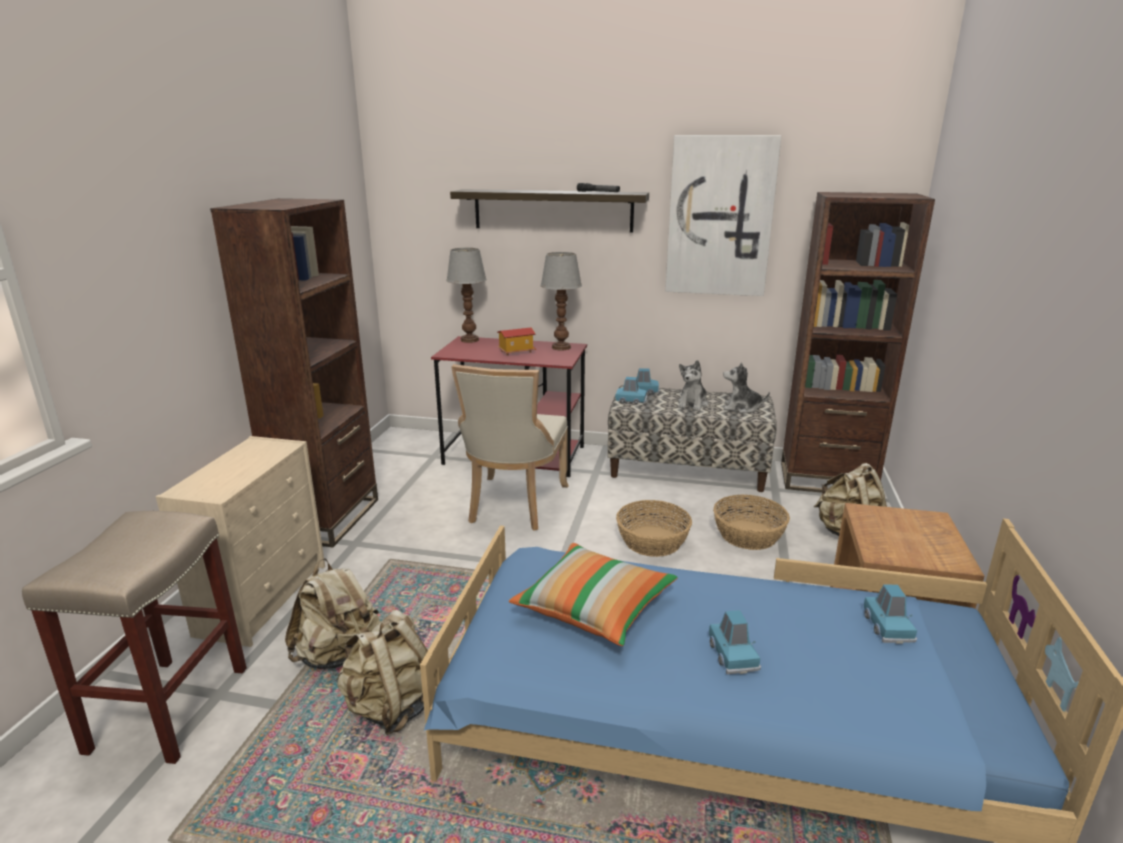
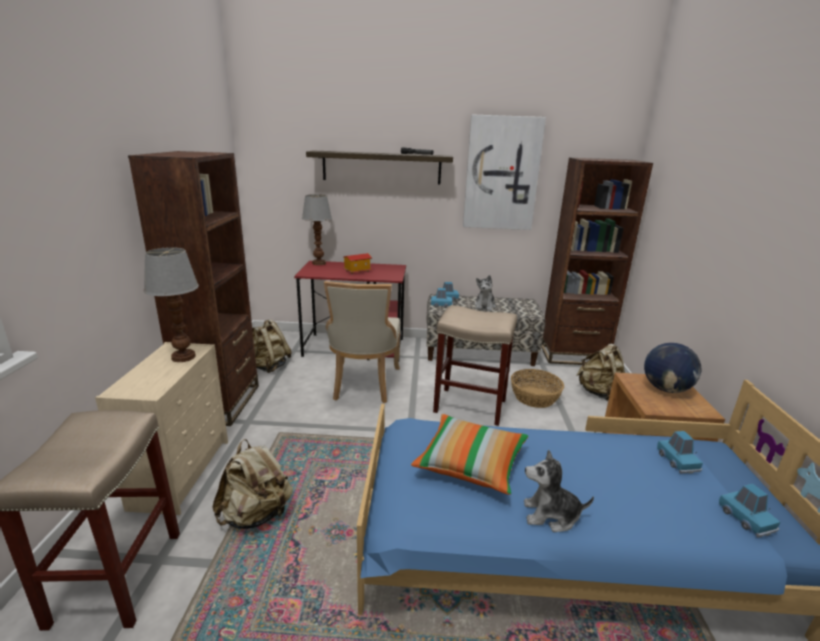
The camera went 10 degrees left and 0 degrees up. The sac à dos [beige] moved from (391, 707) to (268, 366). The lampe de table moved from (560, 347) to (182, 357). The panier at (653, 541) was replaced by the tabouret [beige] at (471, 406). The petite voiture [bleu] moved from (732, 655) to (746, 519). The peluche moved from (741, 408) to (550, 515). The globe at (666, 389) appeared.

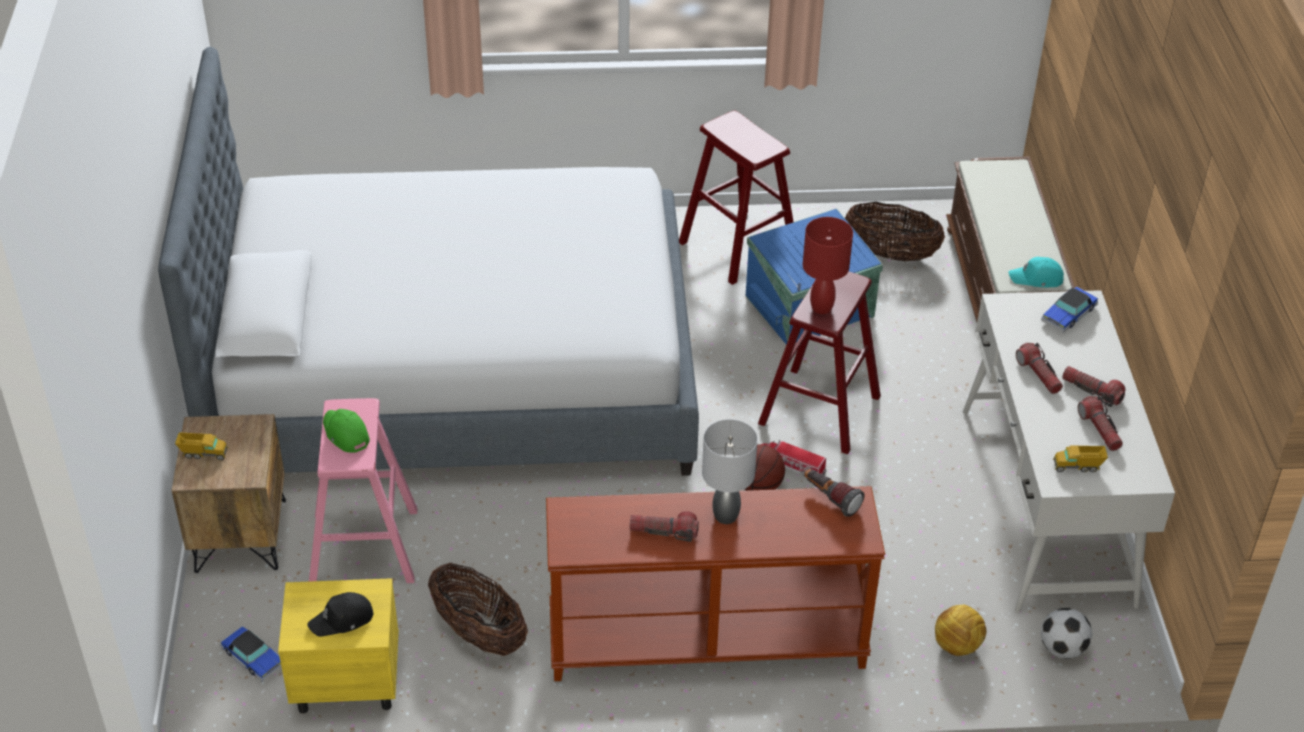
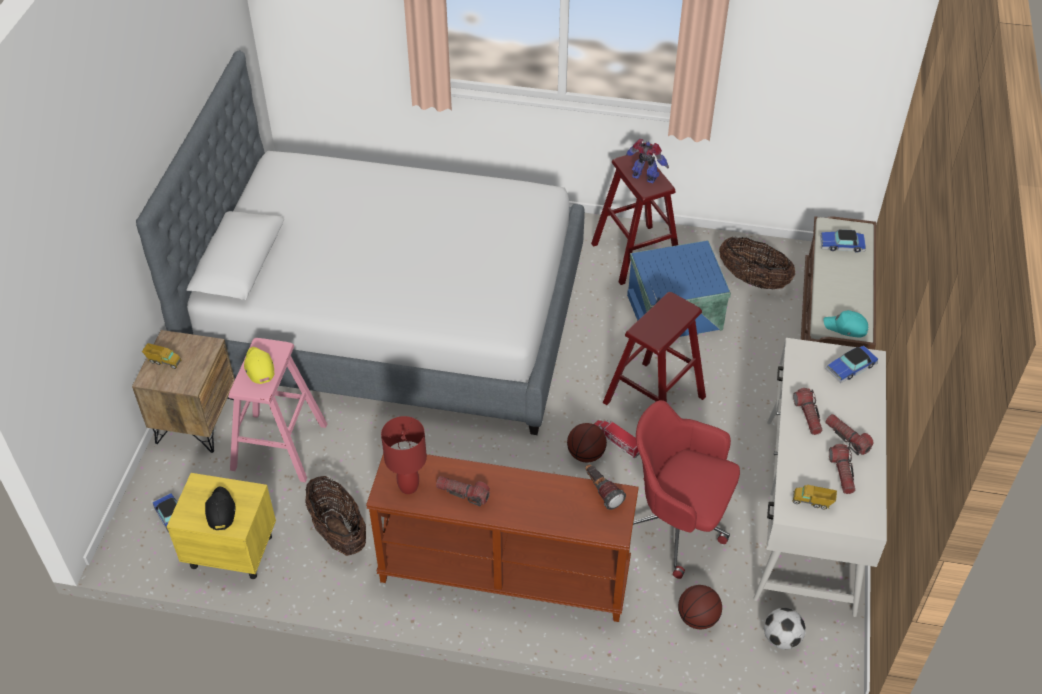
The camera went 15 degrees right and 5 degrees up. The casquette [noir] at (342, 620) turned 90 degrees clockwise. The casquette [vert] at (345, 434) became the casquette [jaune] at (258, 367). The lampe de table [gris] at (725, 516) disappeared. The lampe de table [rouge] moved from (822, 307) to (409, 486). The ballon de foot at (957, 645) was replaced by the ballon de basket at (697, 618). The robot jouet at (644, 178) appeared. The chaise de bureau [rouge] at (677, 524) appeared. The petite voiture at (841, 245) appeared.

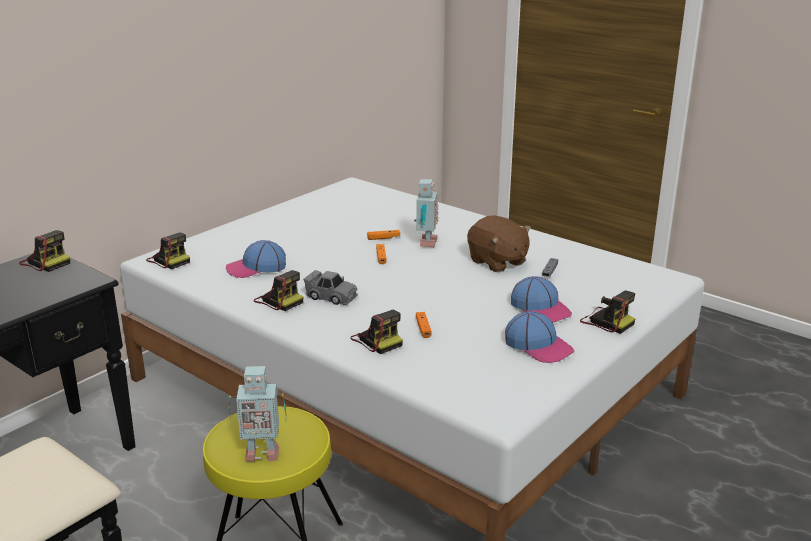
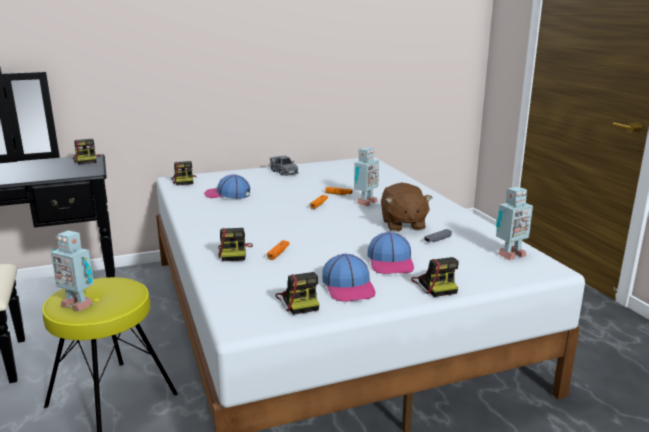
The camera went 30 degrees right and 5 degrees down. The appareil photo moved from (279, 300) to (299, 301). The petite voiture [gris] moved from (331, 297) to (284, 172). The robot jouet at (509, 255) appeared.

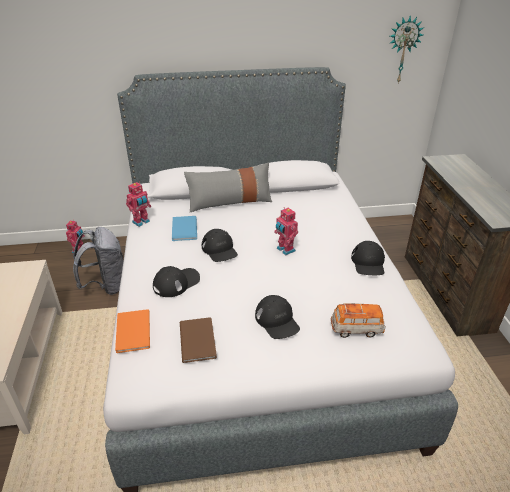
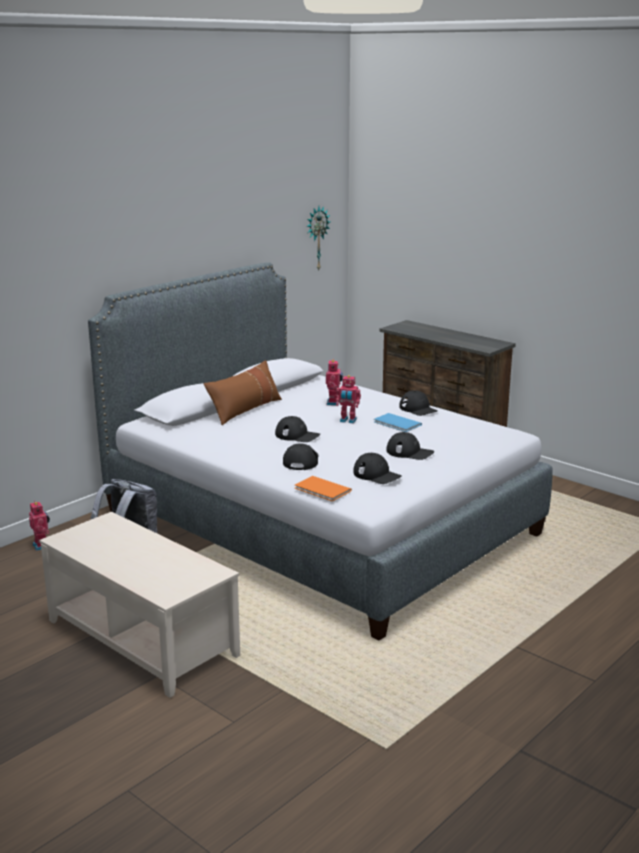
The camera went 40 degrees left and 15 degrees down. The robot jouet moved from (141, 222) to (334, 403). The livre [bleu] moved from (183, 229) to (397, 424). The livre [marron] at (199, 339) was replaced by the casquette [noir] at (377, 475). The coussin [gris] at (230, 202) became the coussin [marron] at (245, 409). The petite voiture at (356, 329) disappeared.

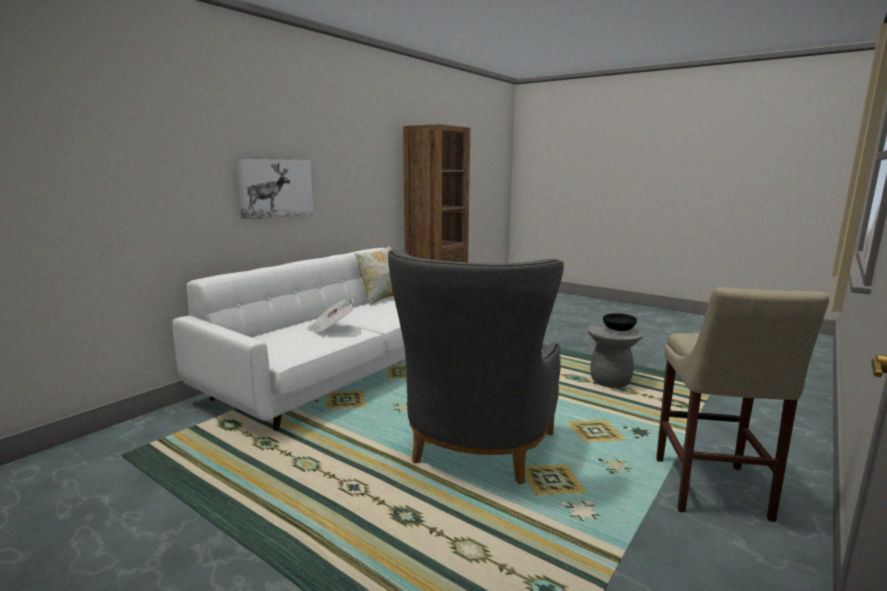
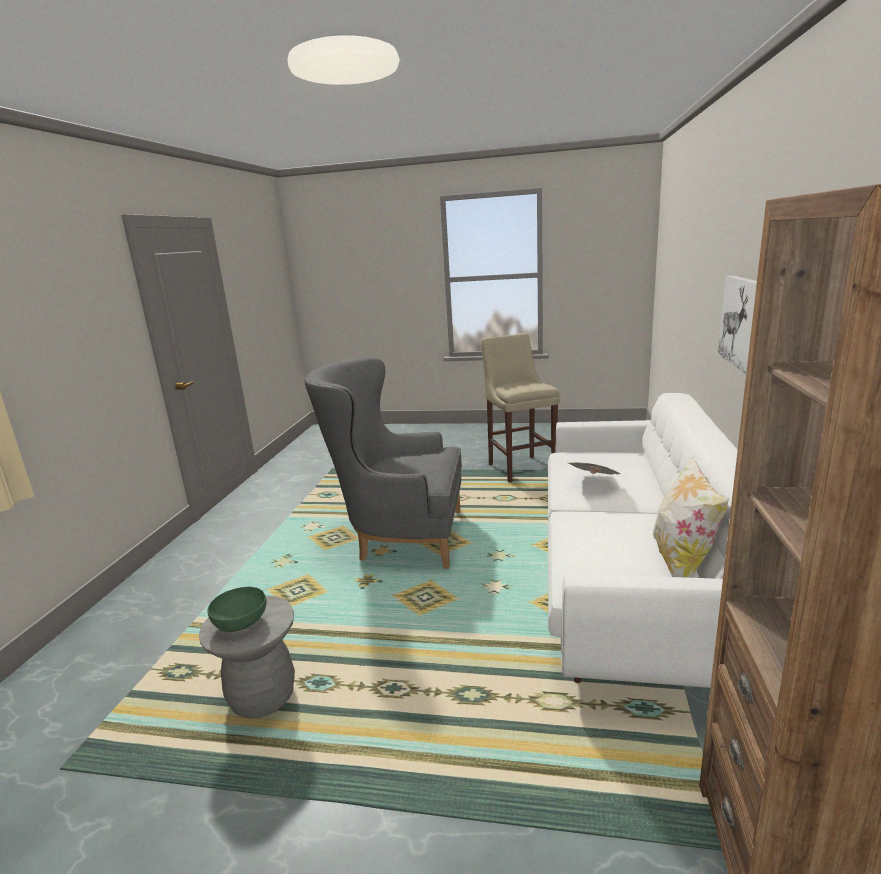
The camera went 155 degrees right and 5 degrees up. The fauteuil [gris] at (474, 455) turned 75 degrees counterclockwise. The bol [noir] at (618, 330) became the bol [vert] at (240, 622). The tabouret [beige] moved from (711, 491) to (520, 467).

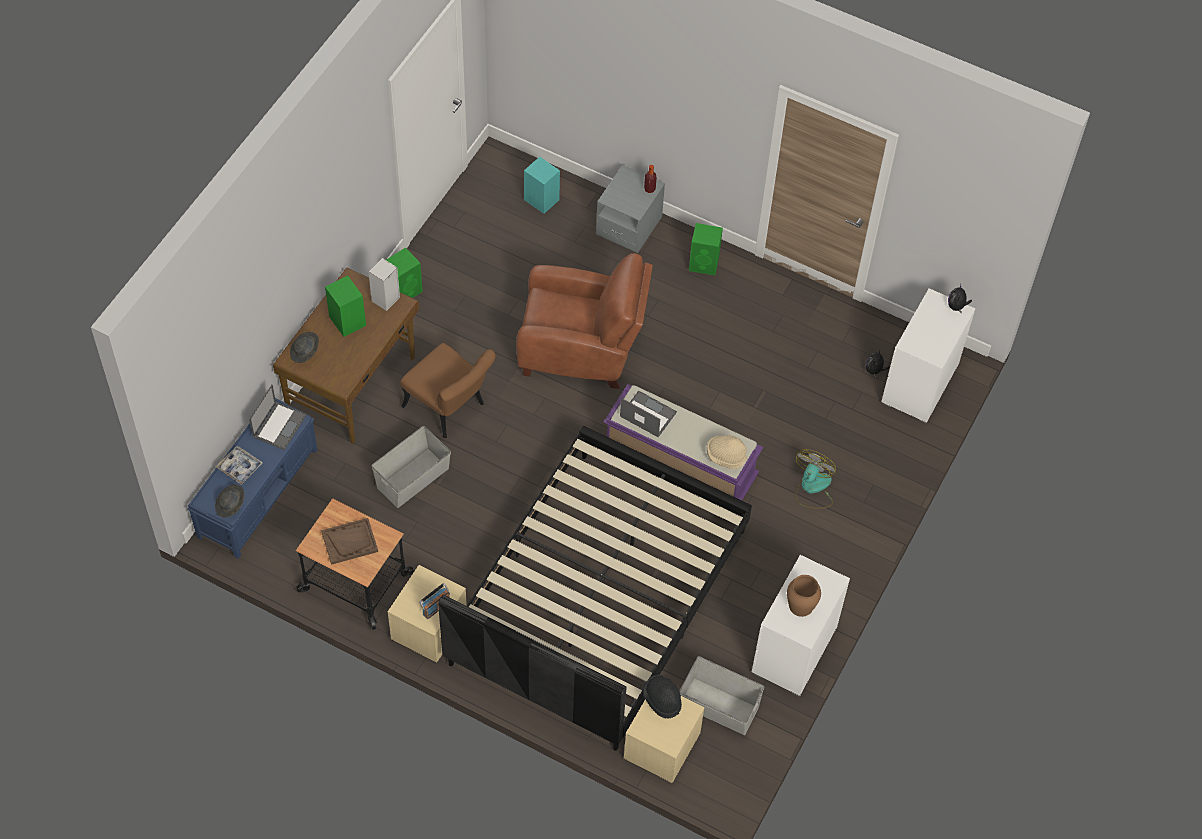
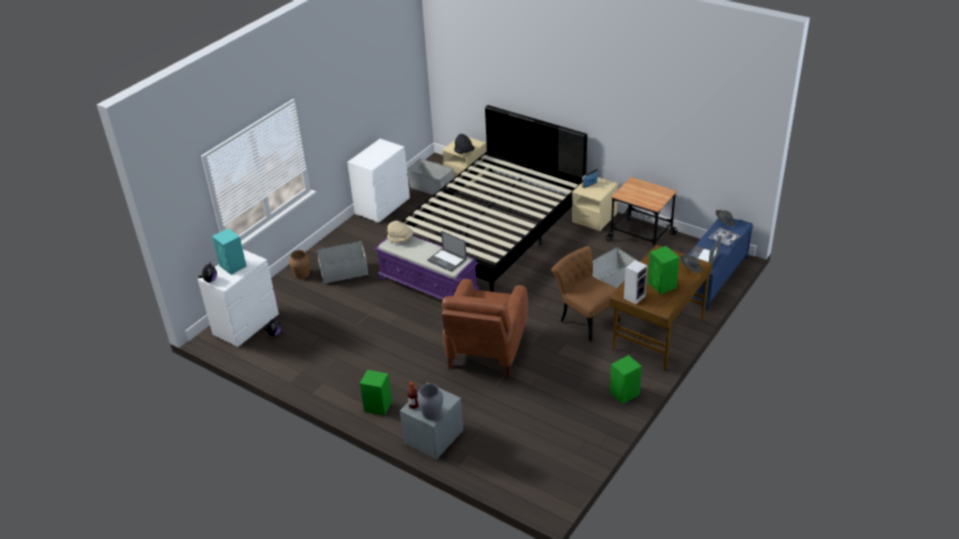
The camera went 170 degrees left and 20 degrees down. The plateau [marron] at (350, 542) disappeared. The fauteuil [marron] at (582, 350) turned 90 degrees counterclockwise. The enceinte [turquoise] moved from (541, 199) to (233, 266). The vase [marron] moved from (801, 605) to (302, 274). The ventilateur at (812, 488) was replaced by the boîte de rangement [gris] at (344, 273). The vase [gris] at (431, 413) appeared.

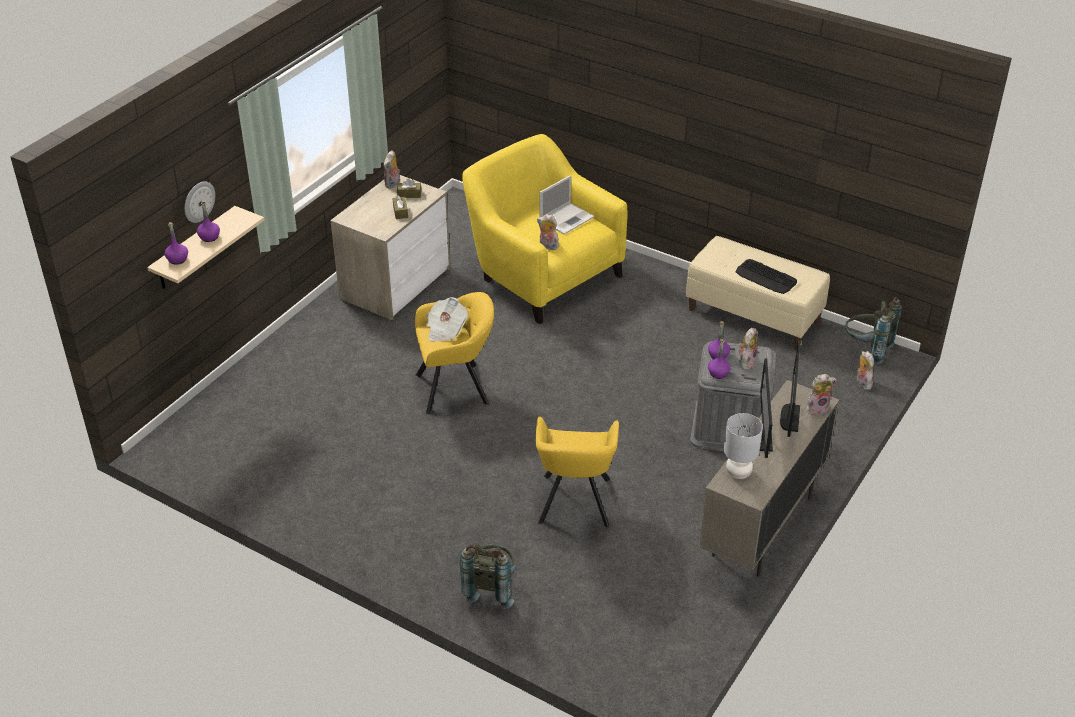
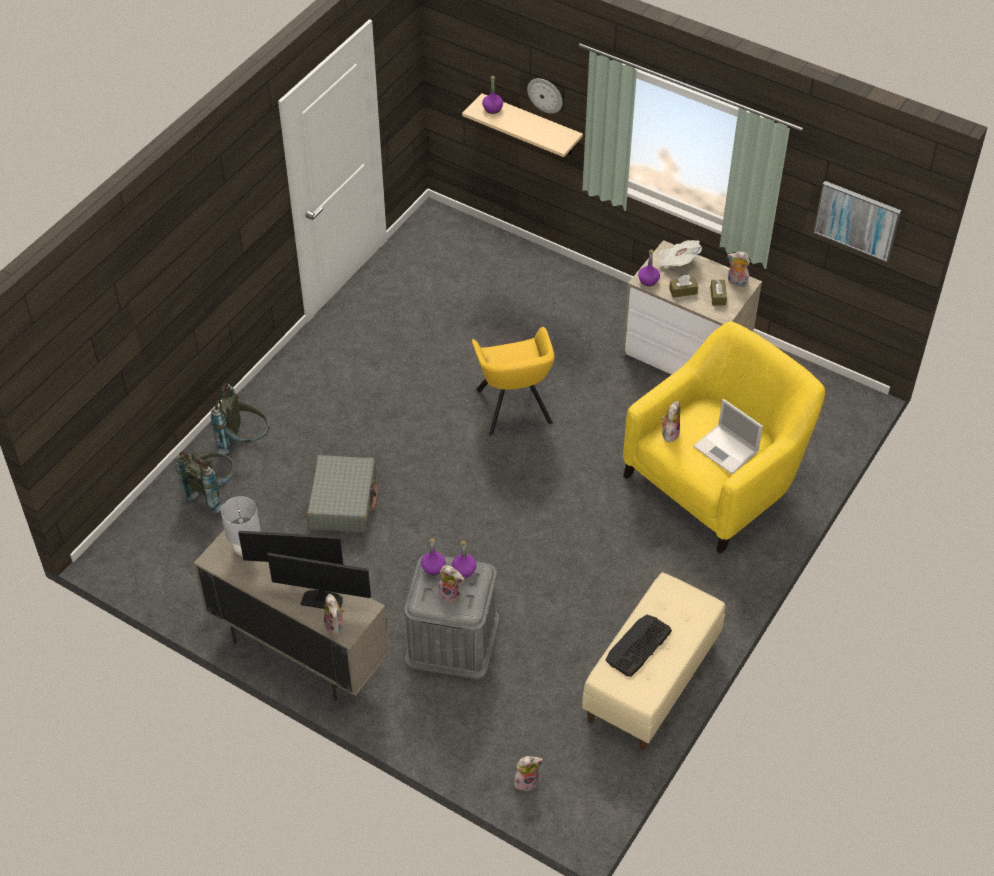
The camera went 90 degrees right and 10 degrees up. The bouteille [violet] moved from (209, 237) to (648, 280). The journal moved from (445, 330) to (677, 262). The fauteuil [jaune] at (574, 504) was replaced by the valise [gris] at (343, 502). The sac à dos [gris] moved from (867, 349) to (212, 491). The tableau at (857, 220) appeared.

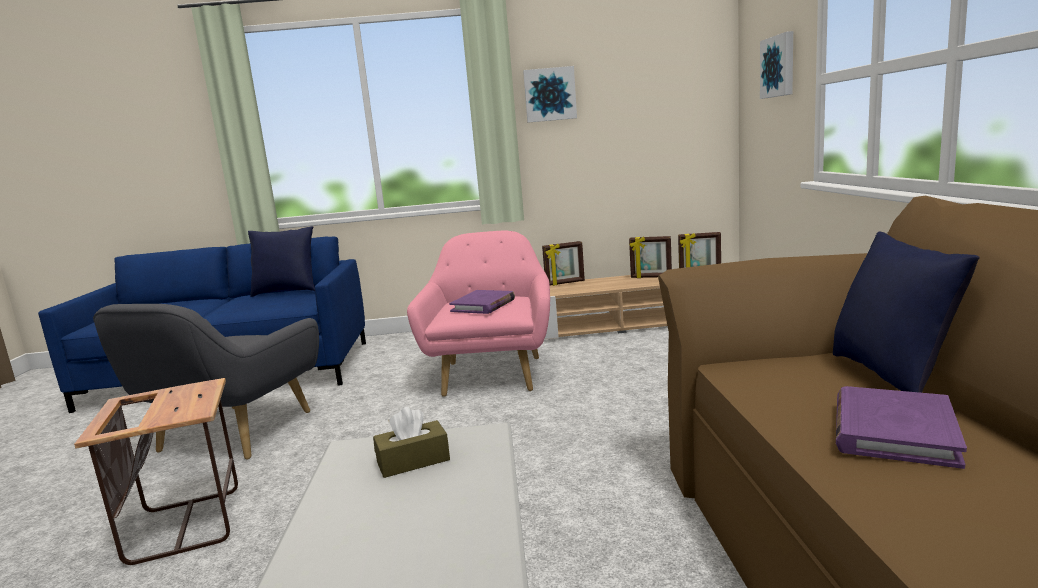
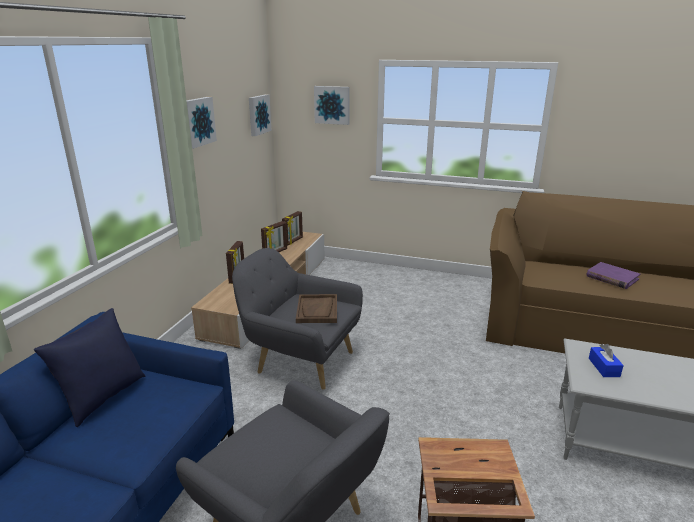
The camera went 70 degrees left and 10 degrees up. The boîte à mouchoirs [marron] at (413, 461) became the boîte à mouchoirs [bleu] at (604, 367). The fauteuil [rose] at (492, 373) became the fauteuil [gris] at (301, 359). The livre [violet] at (483, 305) was replaced by the plateau [marron] at (317, 310). The coussin [bleu] at (891, 375) disappeared. The tableau at (258, 114) appeared.

